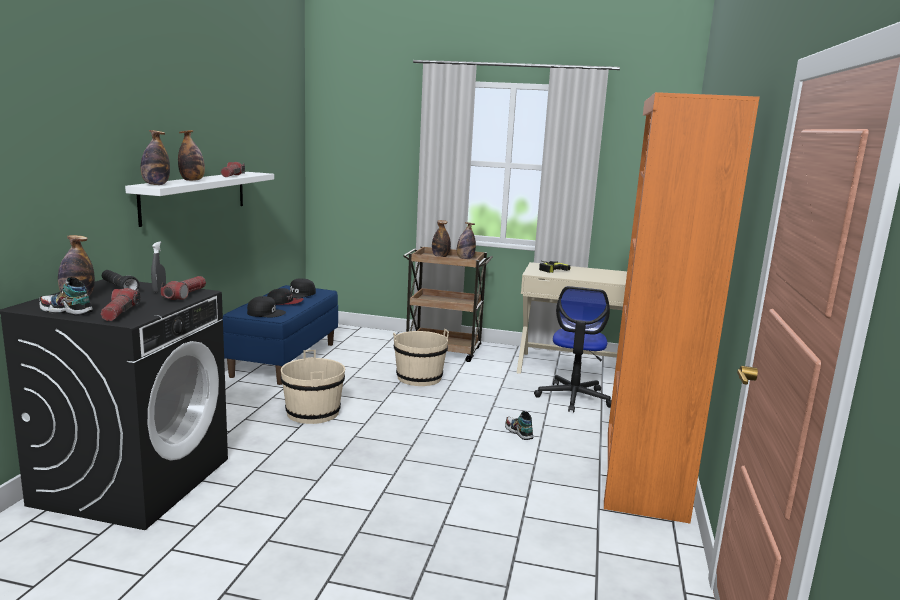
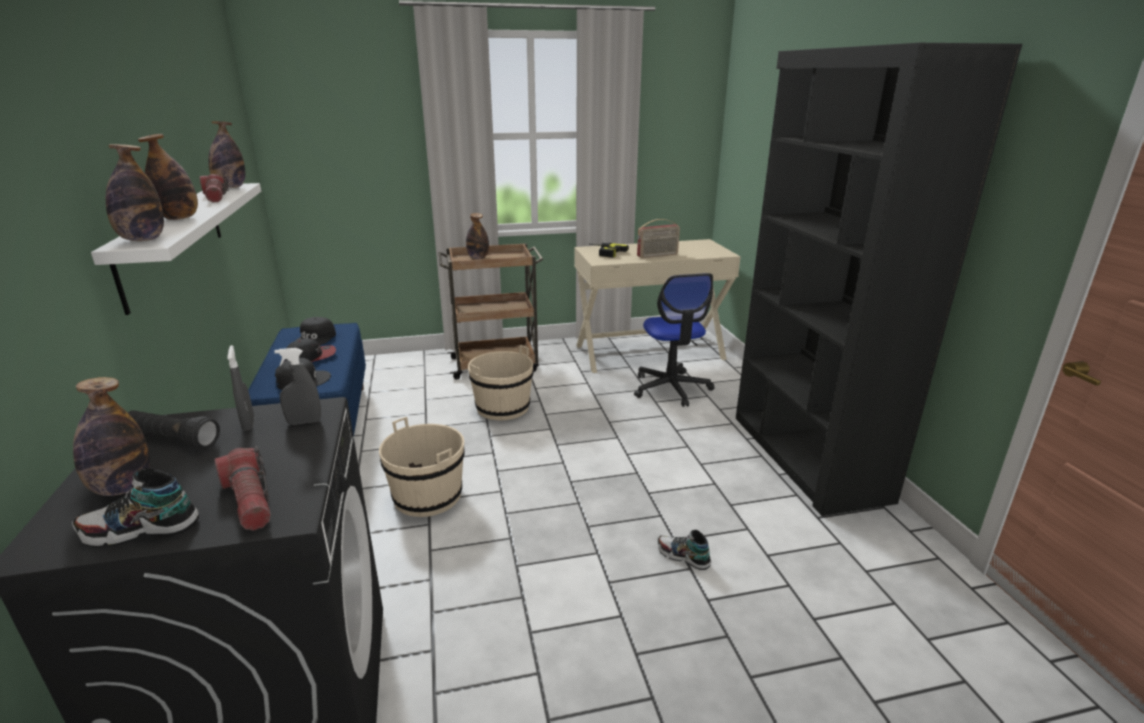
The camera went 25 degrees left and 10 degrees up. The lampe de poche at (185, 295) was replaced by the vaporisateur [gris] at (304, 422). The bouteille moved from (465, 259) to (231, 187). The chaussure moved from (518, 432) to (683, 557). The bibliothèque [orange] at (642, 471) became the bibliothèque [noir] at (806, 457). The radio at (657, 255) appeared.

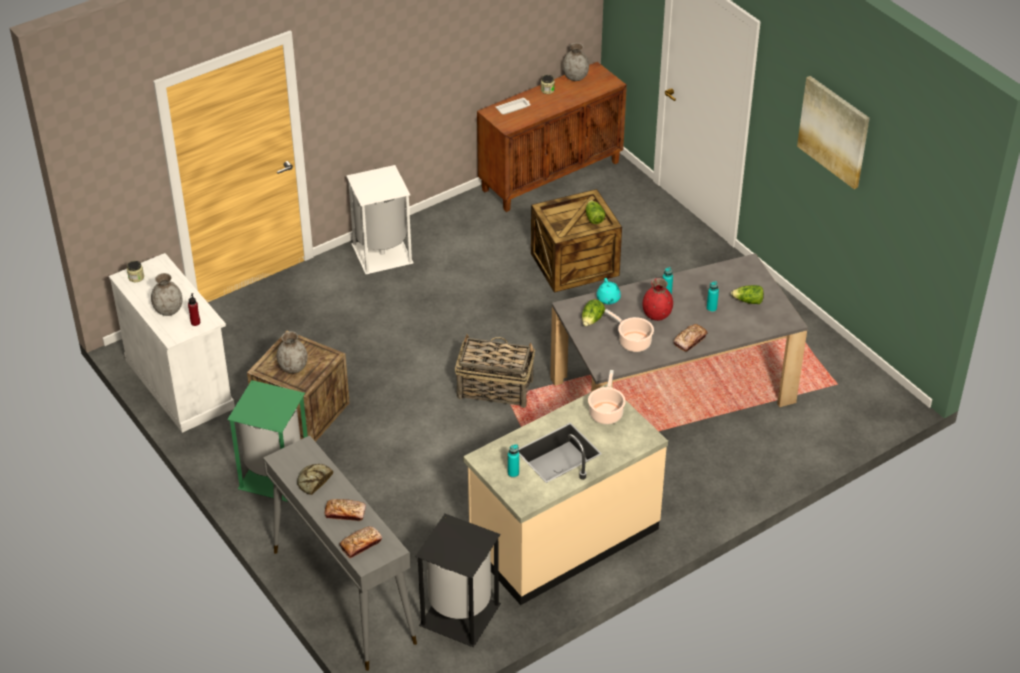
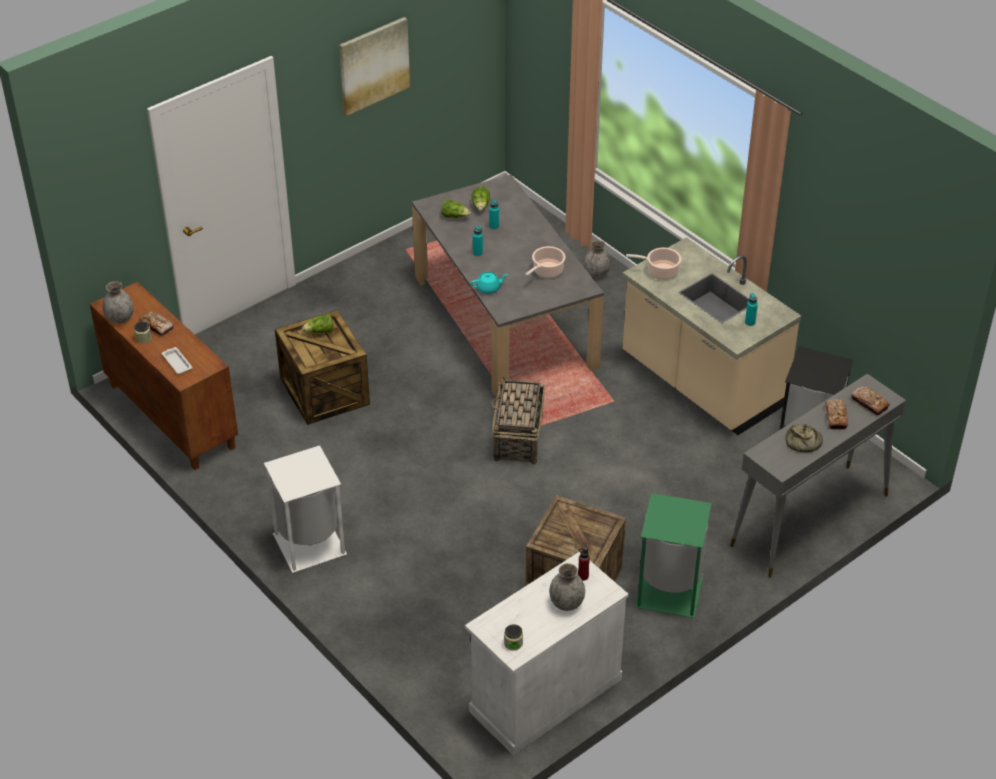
The camera went 95 degrees left and 0 degrees up. The vase [gris] moved from (293, 368) to (596, 273). The laitue moved from (592, 320) to (454, 216). The vase [rouge] at (657, 315) disappeared. The pain moved from (690, 340) to (157, 326).

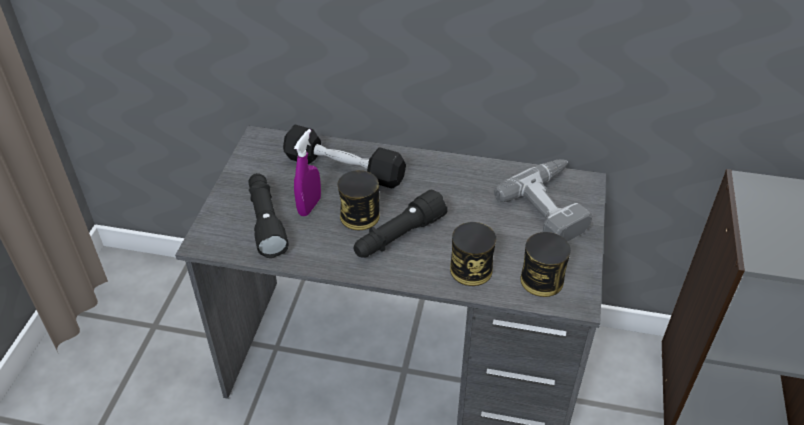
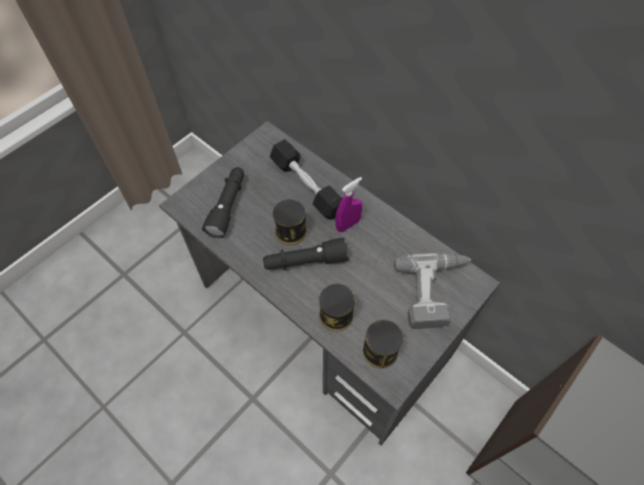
The camera went 30 degrees right and 15 degrees up. The vaporisateur [violet] moved from (309, 206) to (348, 225).

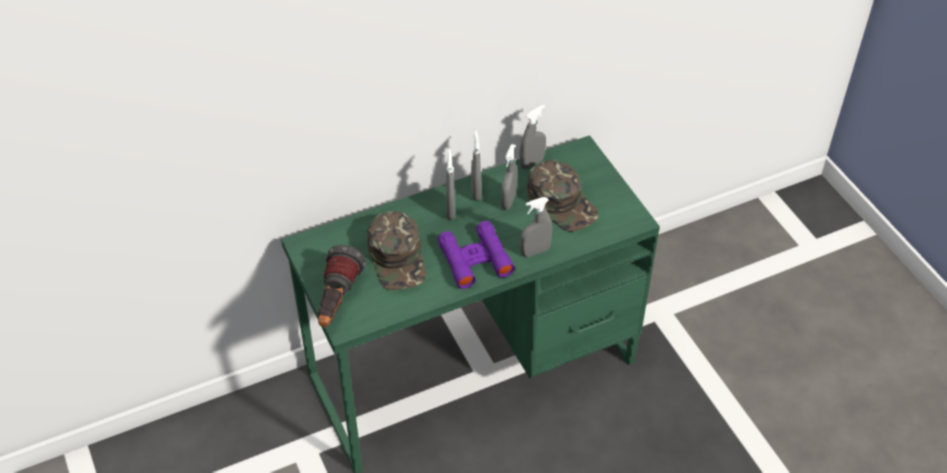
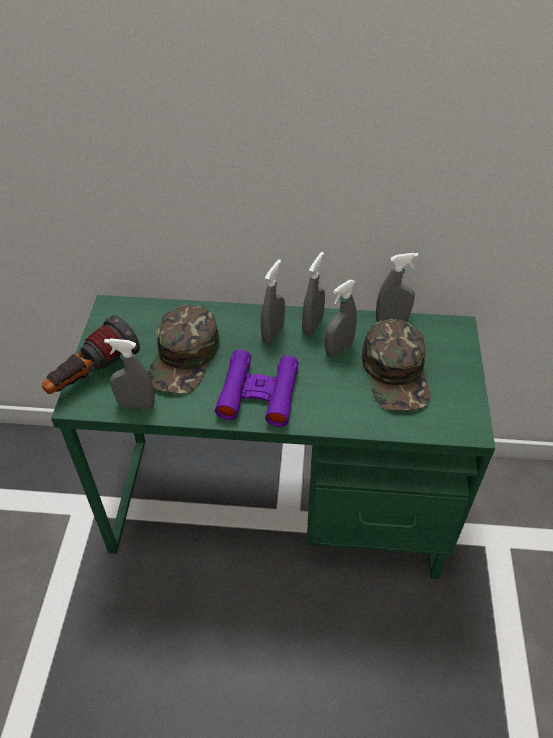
The camera went 30 degrees right and 0 degrees up. The vaporisateur [gris] moved from (535, 251) to (136, 405).

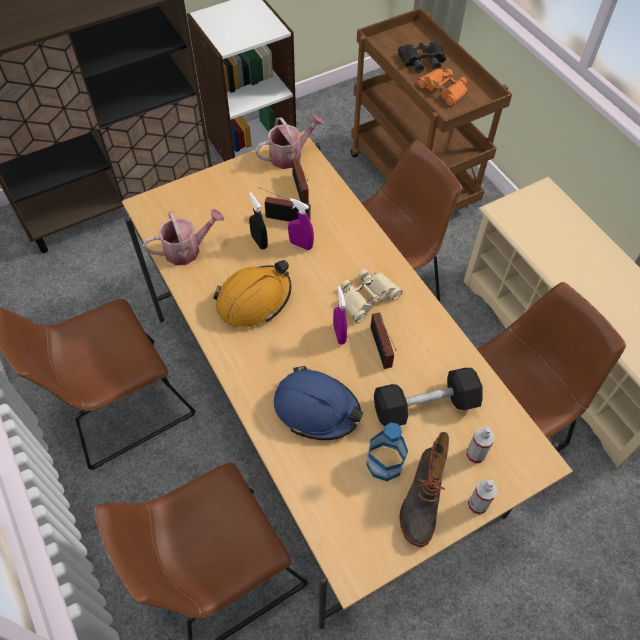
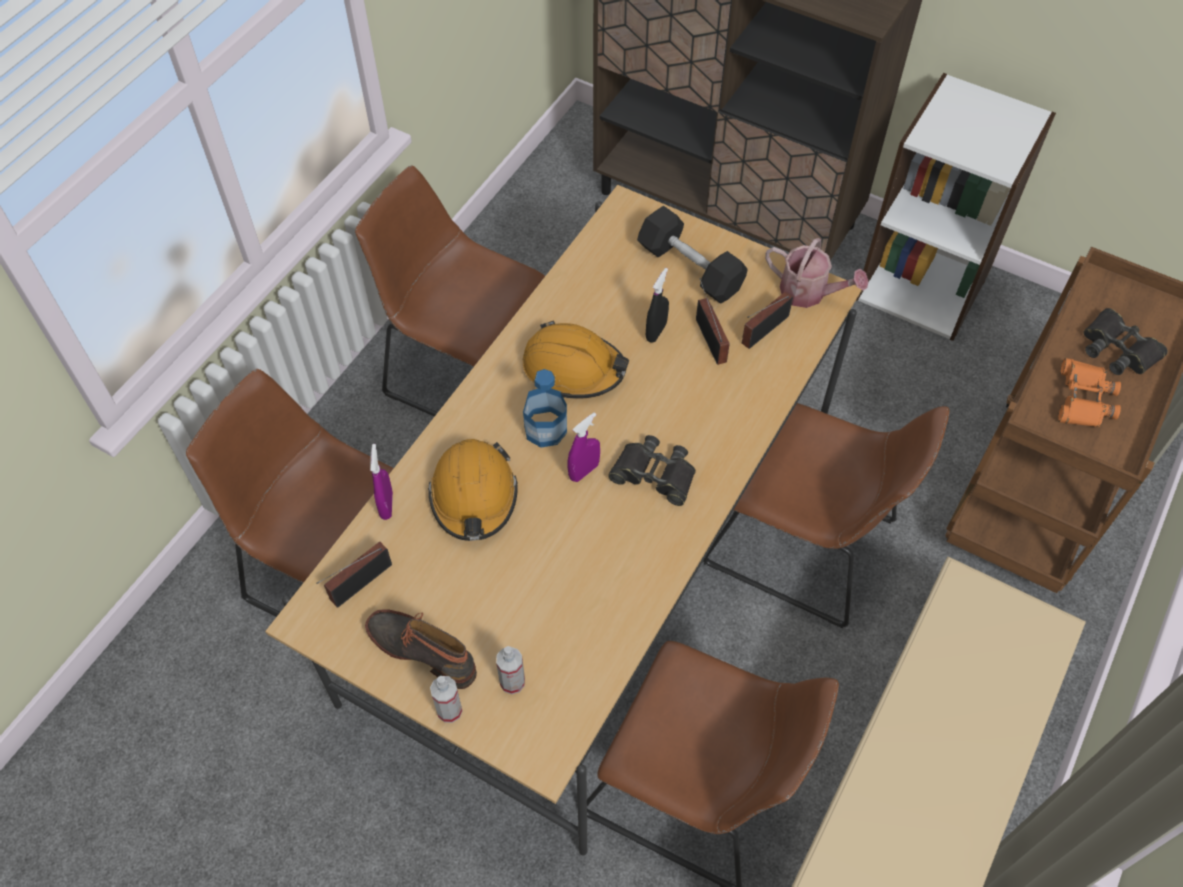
The camera went 60 degrees right and 0 degrees up. The arrosoir at (187, 249) disappeared. The casque de chantier [bleu] at (316, 409) became the casque de chantier [orange] at (474, 496). The vaporisateur [violet] moved from (301, 245) to (386, 505). The jumelles [beige] at (367, 298) became the jumelles [noir] at (654, 474). The bouteille moved from (384, 463) to (545, 429). The radio moved from (381, 349) to (357, 584). The haltère [noir] moved from (425, 405) to (690, 268). The botte at (421, 499) turned 45 degrees clockwise.

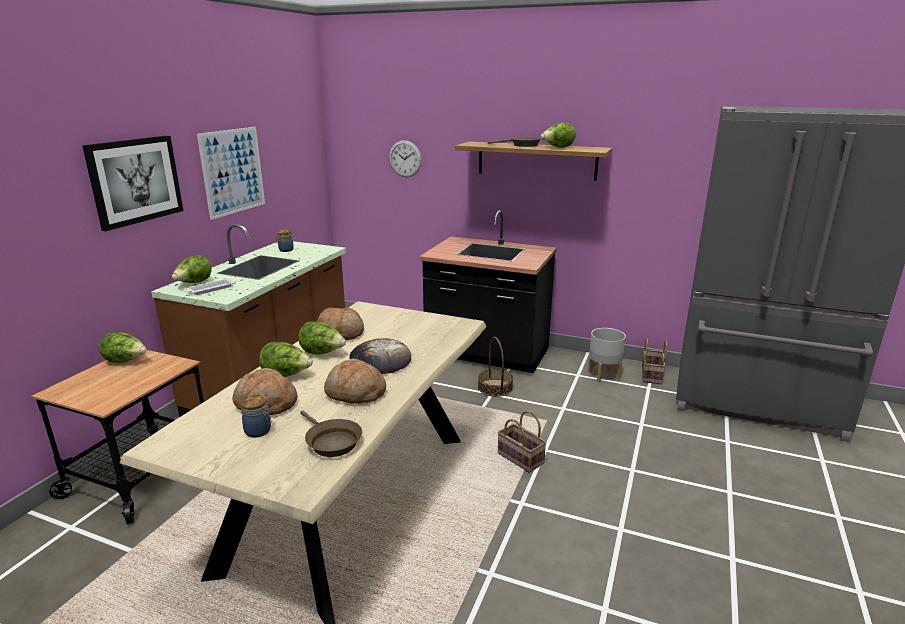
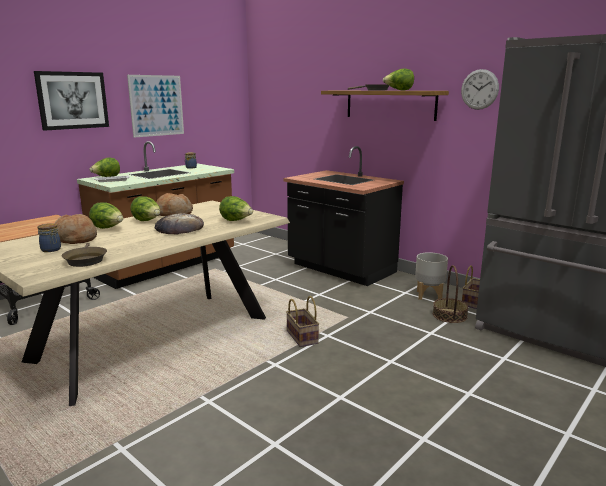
The camera went 20 degrees right and 5 degrees down. The laitue moved from (126, 361) to (236, 221). The pain at (355, 393) disappeared. The horloge murale moved from (405, 159) to (479, 89). The panier moved from (495, 388) to (449, 315).

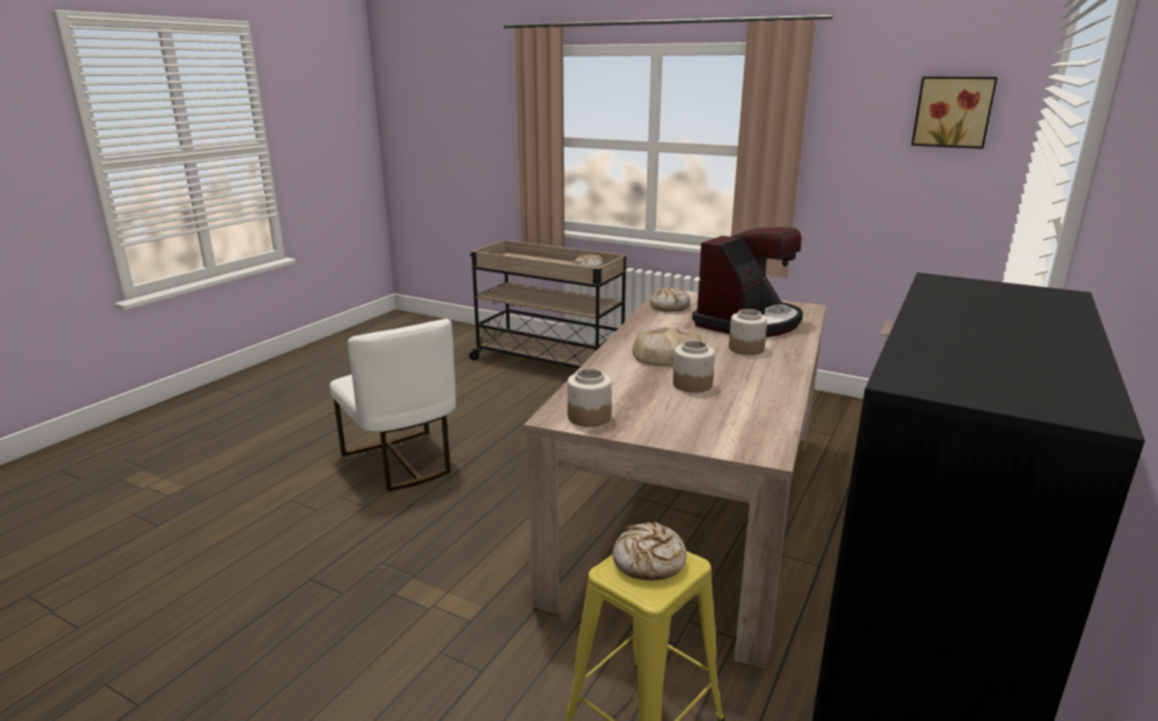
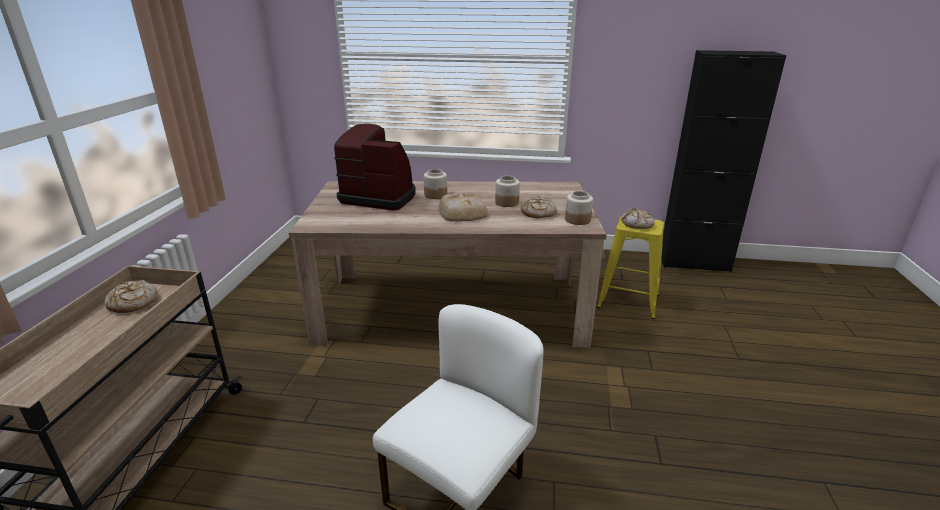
The camera went 110 degrees left and 5 degrees up. The pain moved from (670, 307) to (538, 213). The tableau at (953, 112) disappeared.

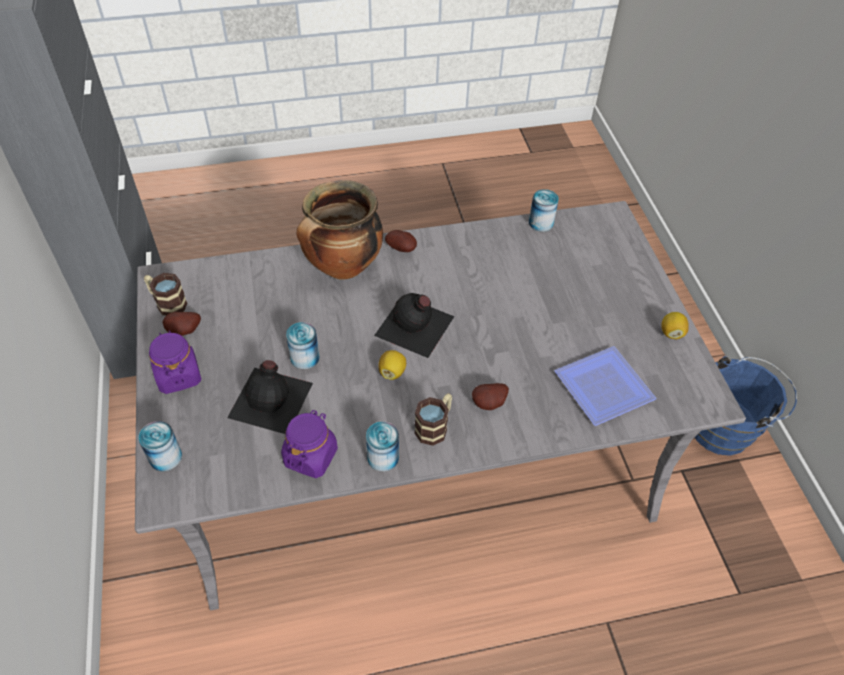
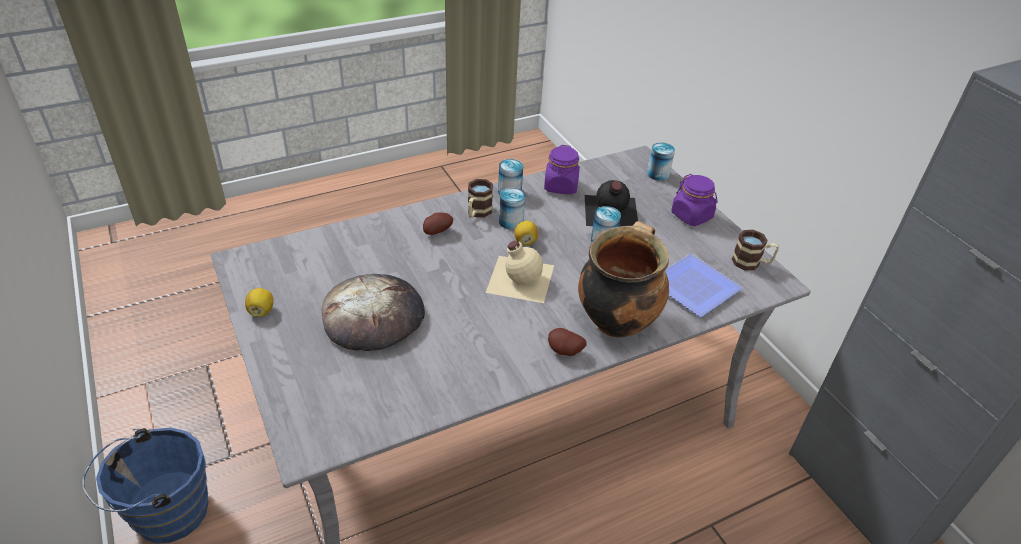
The camera went 165 degrees right and 10 degrees down. The pomme de terre at (184, 332) disappeared. The bouteille [noir] at (415, 327) became the bouteille [beige] at (519, 277). The boîte métallique moved from (541, 223) to (511, 222). The assiette moved from (600, 386) to (697, 288). The pain at (373, 316) appeared.

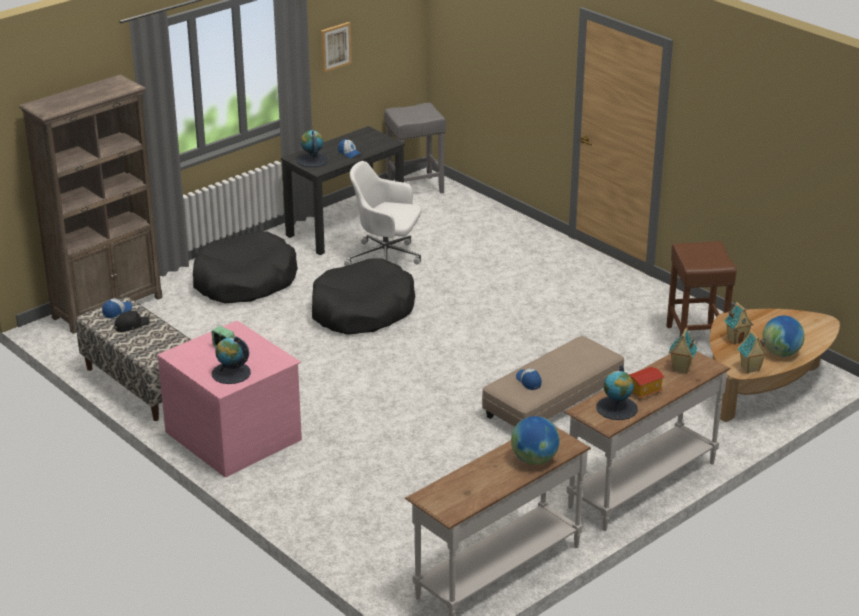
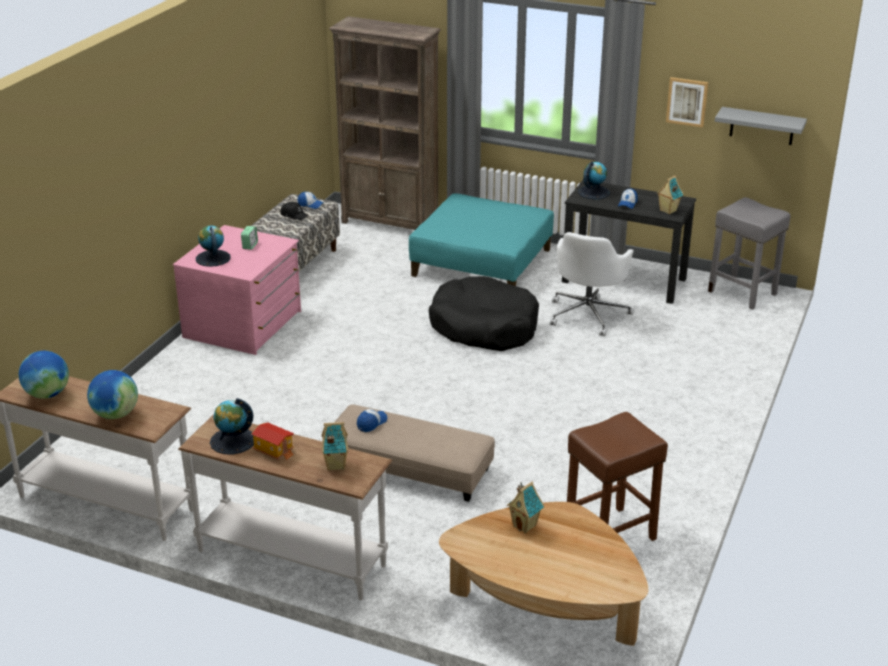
The camera went 65 degrees right and 0 degrees up. The panier pour chien [noir] at (244, 281) was replaced by the pouf [turquoise] at (482, 263). The chaise de bureau [blanc] at (386, 259) turned 150 degrees counterclockwise. The maison miniature moved from (750, 369) to (667, 211). The globe moved from (781, 353) to (47, 394). The étagère [gris] at (762, 126) appeared.

